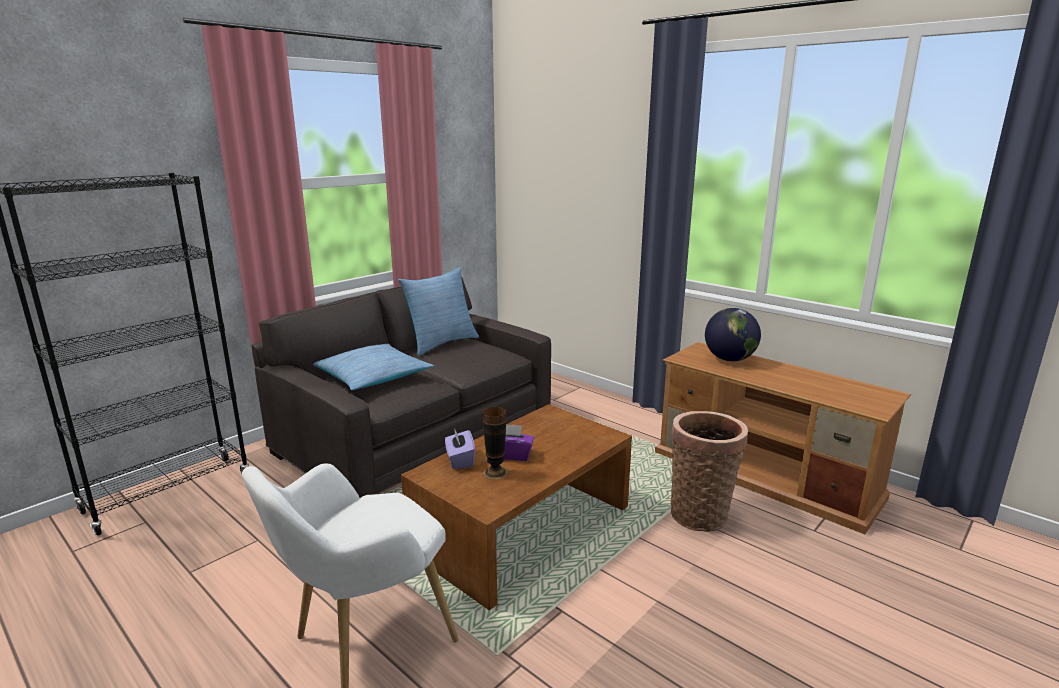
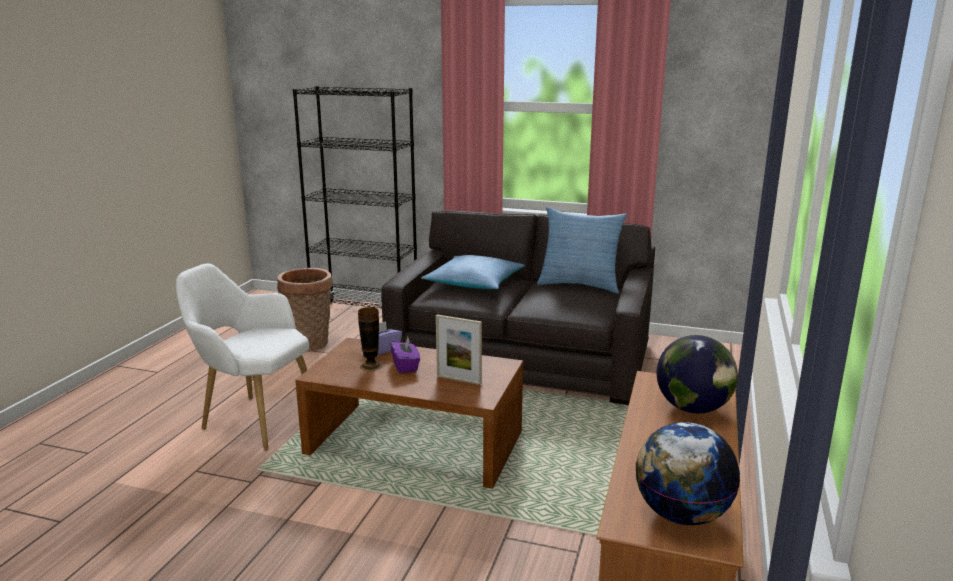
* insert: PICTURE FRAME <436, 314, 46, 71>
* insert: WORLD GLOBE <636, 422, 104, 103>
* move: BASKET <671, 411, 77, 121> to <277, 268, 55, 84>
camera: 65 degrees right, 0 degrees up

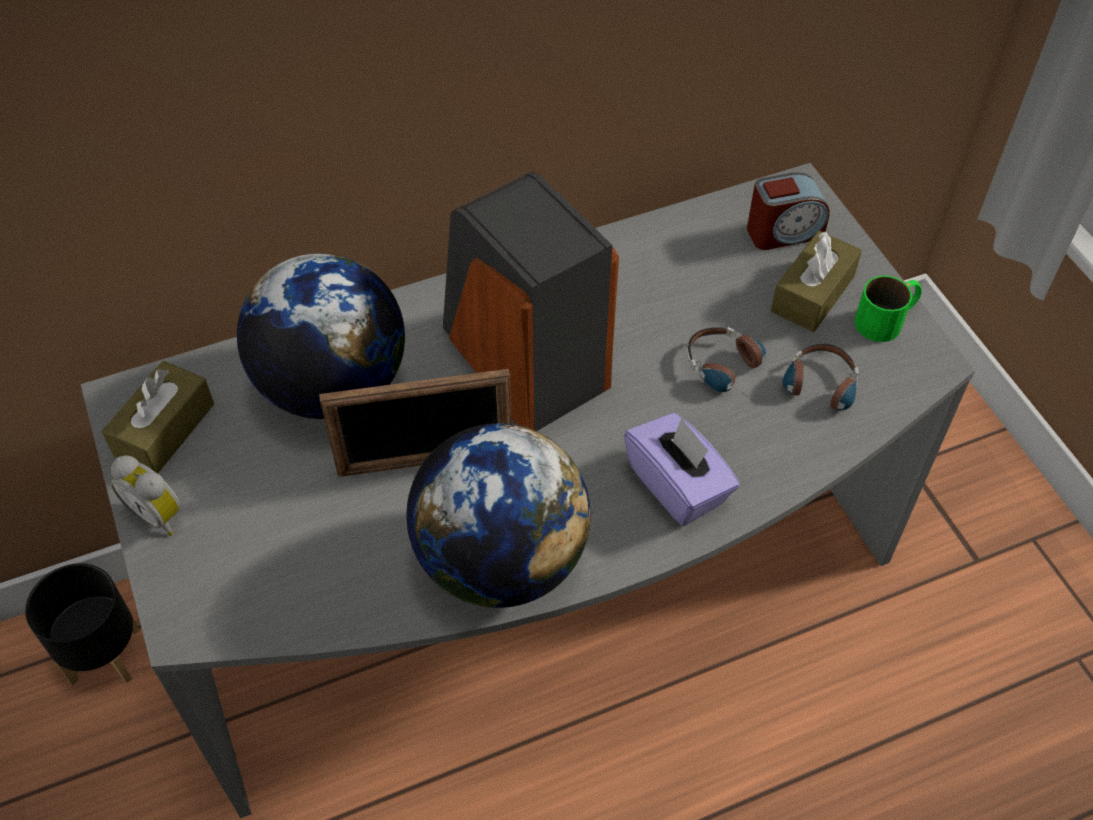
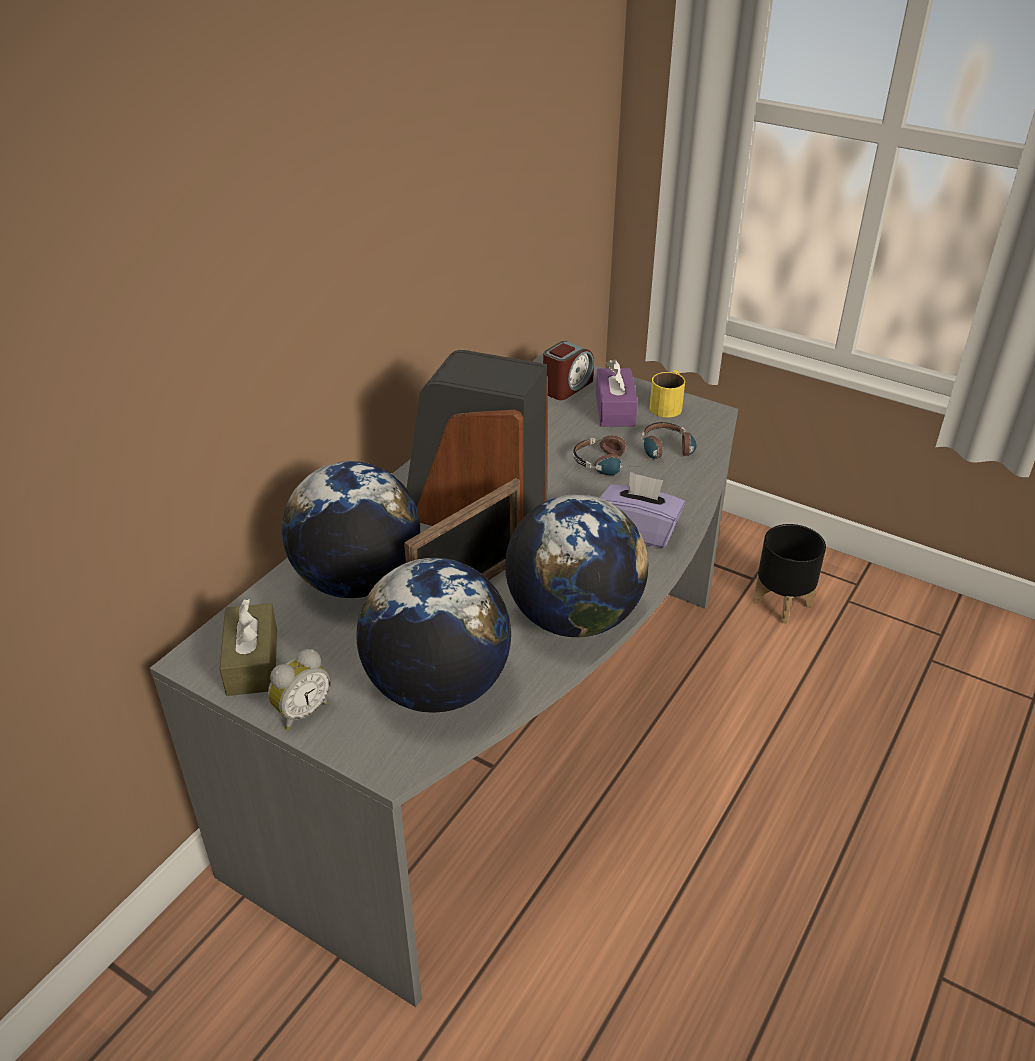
* insert: WORLD GLOBE <356, 558, 155, 155>
* move: BLACK-COLOURED FLOWER POT <25, 563, 115, 123> to <753, 524, 73, 100>
* recolor: BROWNISH TISSUE BOX <771, 231, 91, 101> to PURPLISH TISSUE BOX <596, 359, 42, 68>
* recolor: GREENISH TEA MUG <855, 275, 67, 67> to YELLOW-COLOURED TEA MUG <649, 370, 36, 47>
* rotate: ALARM CLOCK <111, 455, 69, 81> = <268, 649, 62, 81> 45 degrees counterclockwise
camera: 35 degrees left, 15 degrees down

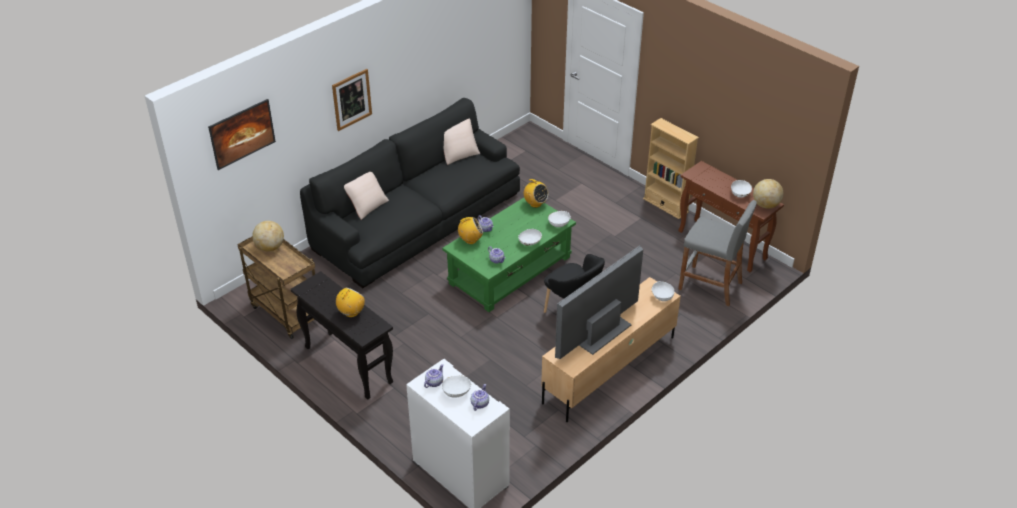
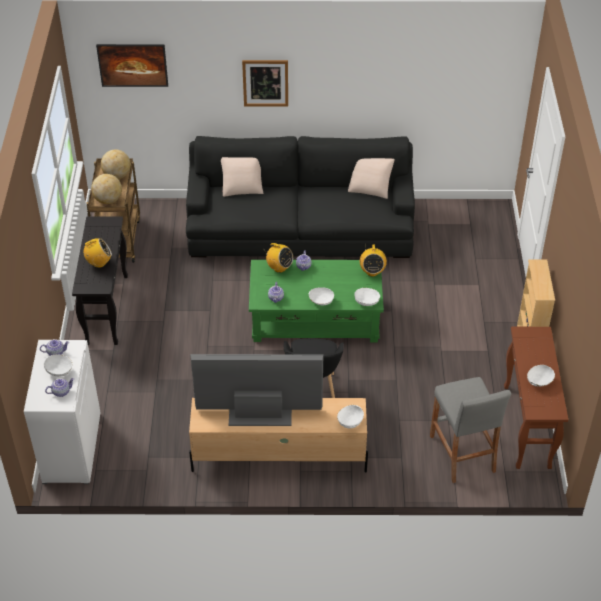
* move: WORLD GLOBE <753, 179, 30, 30> to <91, 174, 31, 30>
camera: 45 degrees right, 5 degrees up

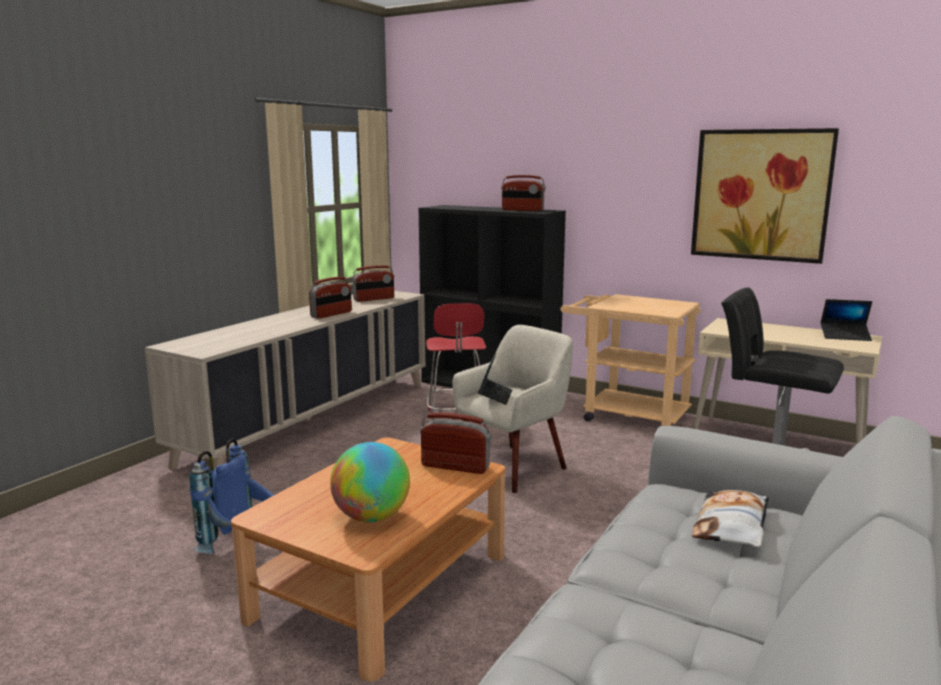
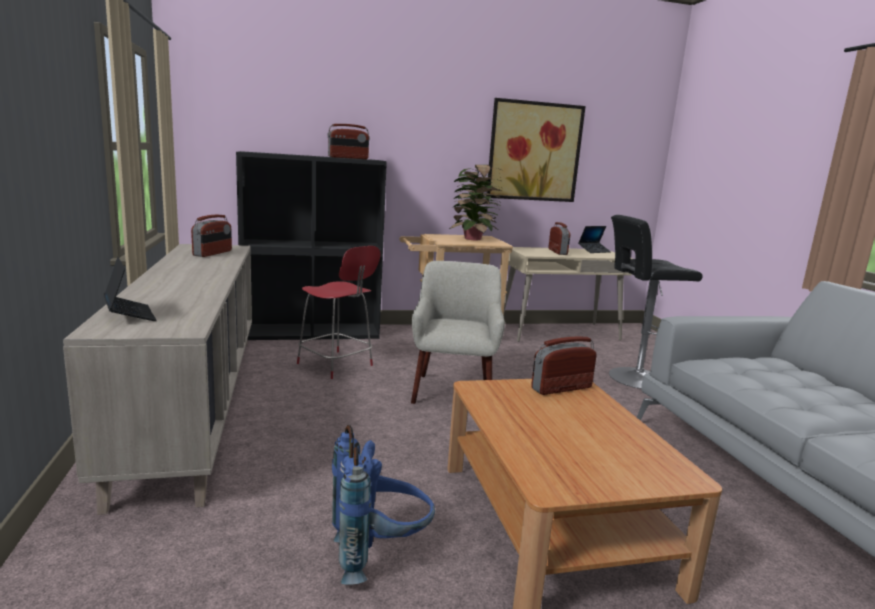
* delete: WORLD GLOBE <330, 442, 80, 80>
* delete: THROW PILLOW <692, 490, 77, 57>
* insert: POTTED PLANT <449, 165, 55, 75>
* move: RADIO RECEIVER <309, 277, 43, 42> to <549, 222, 21, 33>
* move: PORTABLE COMPUTER <478, 354, 34, 51> to <104, 257, 53, 64>
camera: 45 degrees left, 0 degrees up

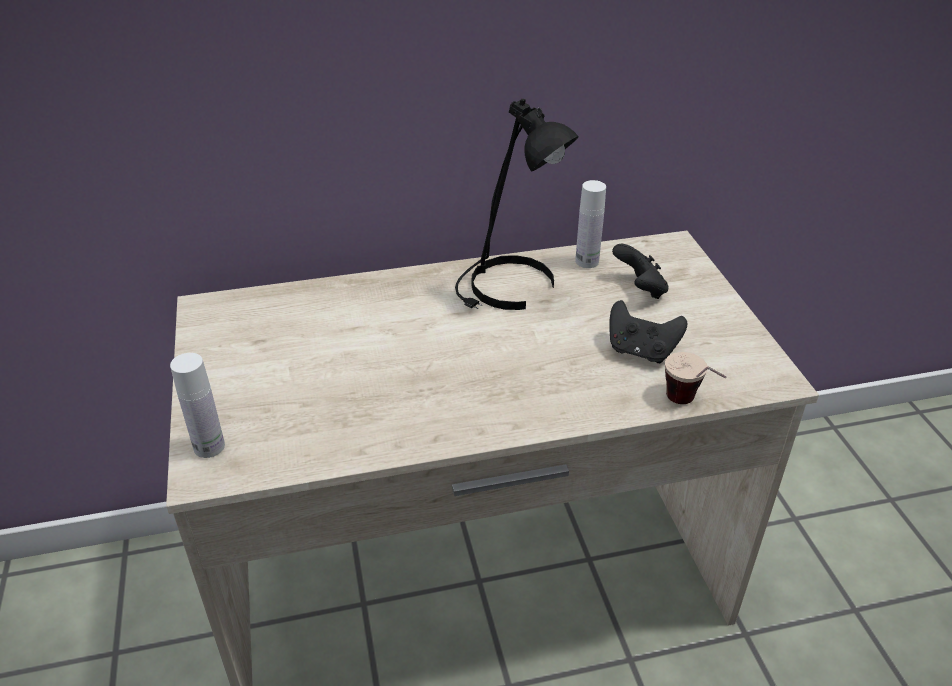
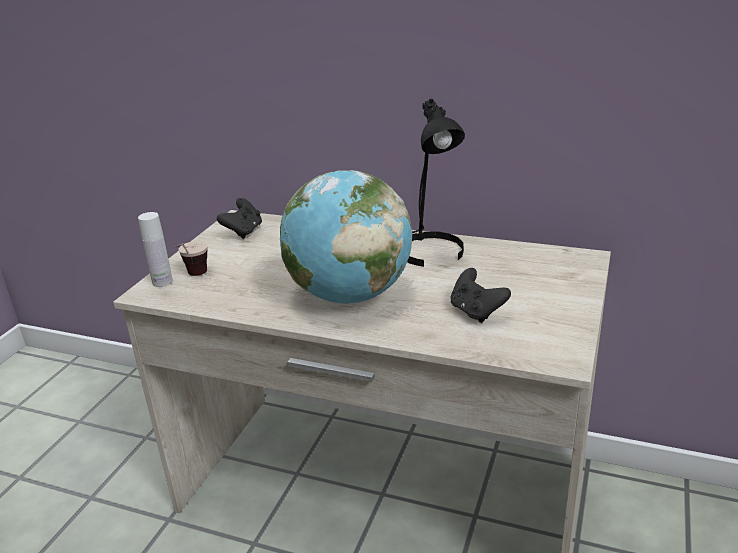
* delete: WHITE-COLOURED BEVERAGE BOTTLE <575, 180, 31, 88>
* insert: WORLD GLOBE <280, 170, 132, 134>
* move: BLACK-COLOURED GAME CONTROLLER <612, 244, 57, 55> to <217, 198, 45, 41>
* move: SMALL CUP <665, 352, 61, 52> to <174, 241, 34, 35>
camera: 35 degrees right, 10 degrees down

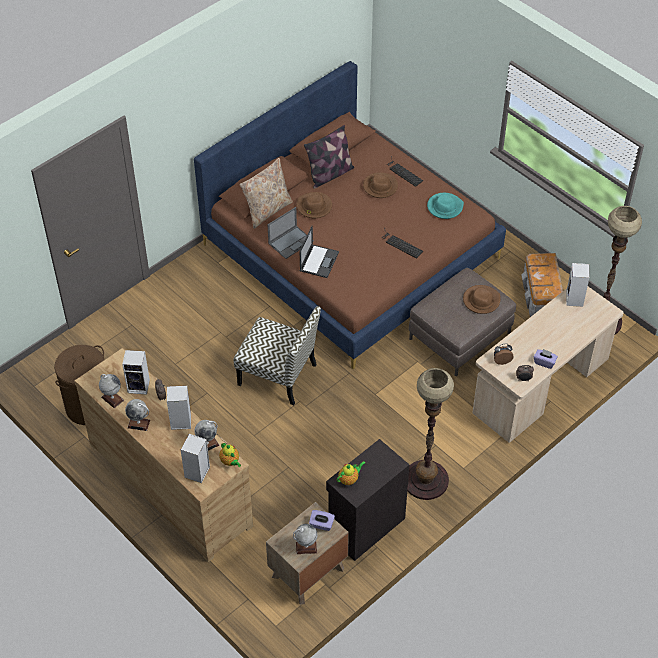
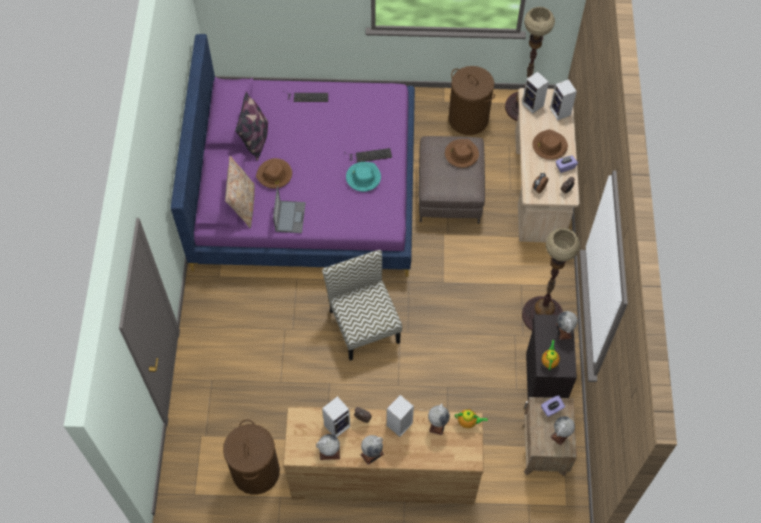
* delete: PORTABLE COMPUTER <300, 225, 39, 53>
* insert: WORLD GLOBE <556, 311, 22, 29>
* move: AUDIO SPEAKER <181, 434, 29, 49> to <550, 79, 27, 41>
* move: BROWNISH HAT <363, 172, 35, 26> to <532, 129, 36, 31>
* move: TURQUOISE-COLOURED HAT <427, 193, 37, 26> to <346, 162, 35, 30>
* replace: STORAGE BOX <521, 253, 42, 64> to BROWNISH WASHING BASKET <449, 66, 46, 69>
* recolor: BROWNISH BED <194, 61, 312, 308> to PURPLISH BED <171, 34, 244, 243>
* rotate: PLAIN CHAIR <233, 306, 88, 99> = <322, 250, 80, 111> 90 degrees counterclockwise
camera: 45 degrees left, 10 degrees up

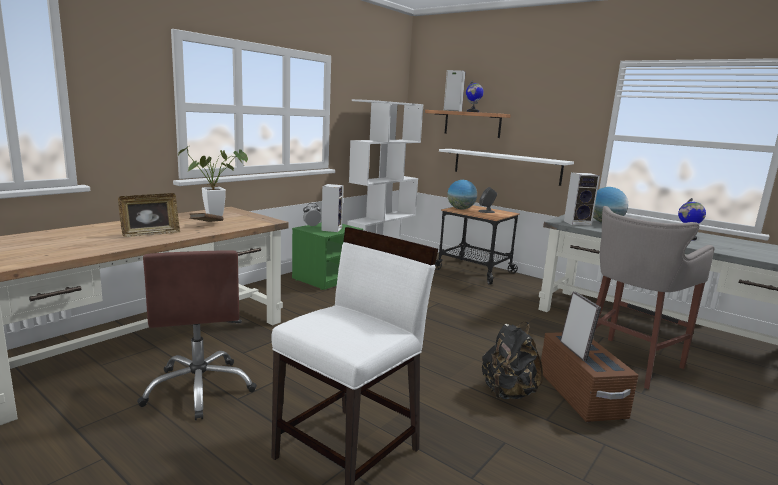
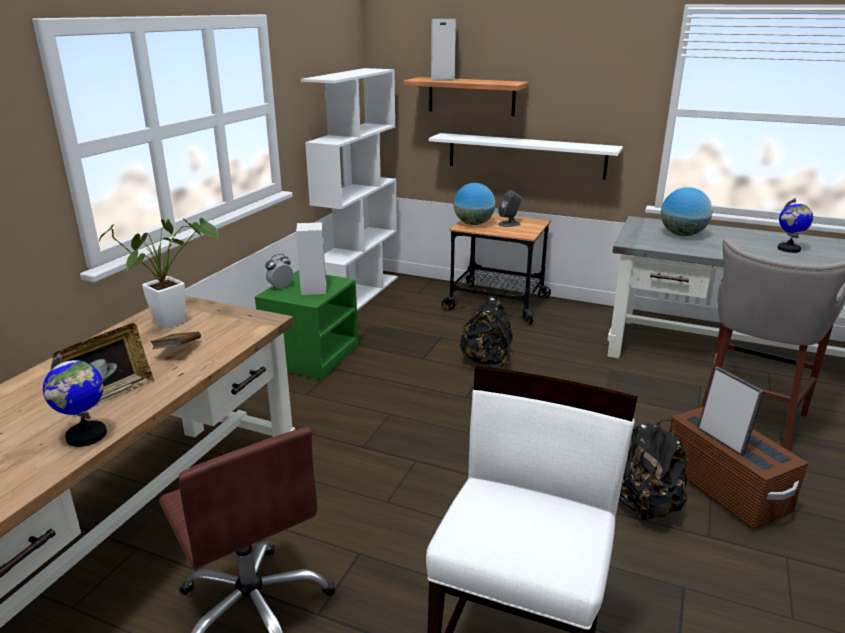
* delete: AUDIO SPEAKER <564, 172, 36, 54>
* insert: BLACK-COLOURED BACKPACK <460, 298, 53, 70>
* move: WORLD GLOBE <466, 81, 18, 31> to <43, 354, 64, 93>
camera: 15 degrees left, 10 degrees up

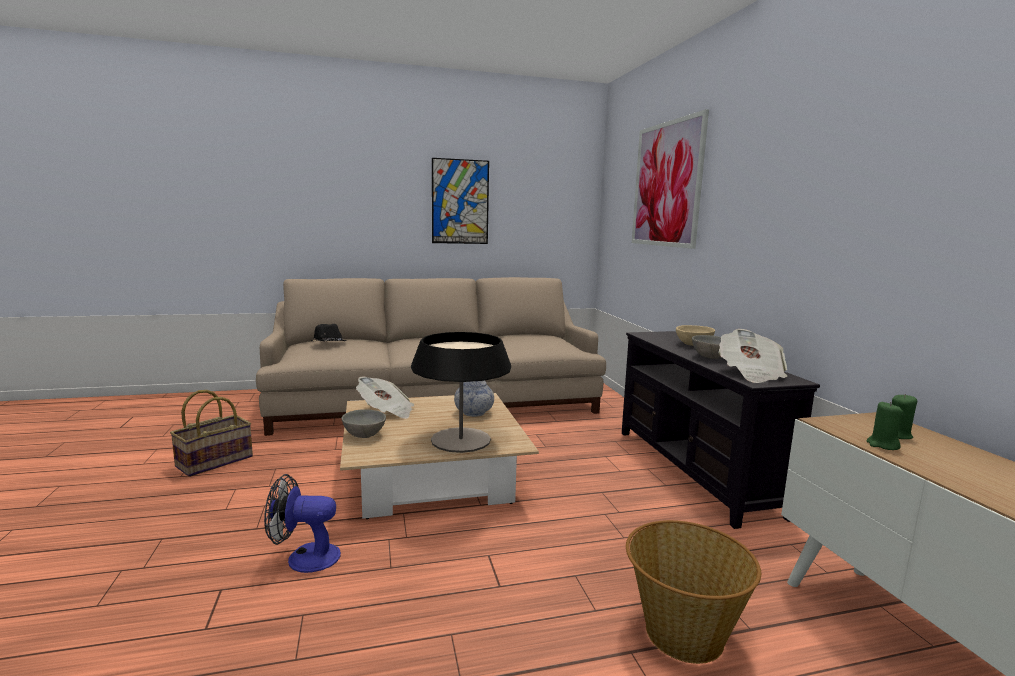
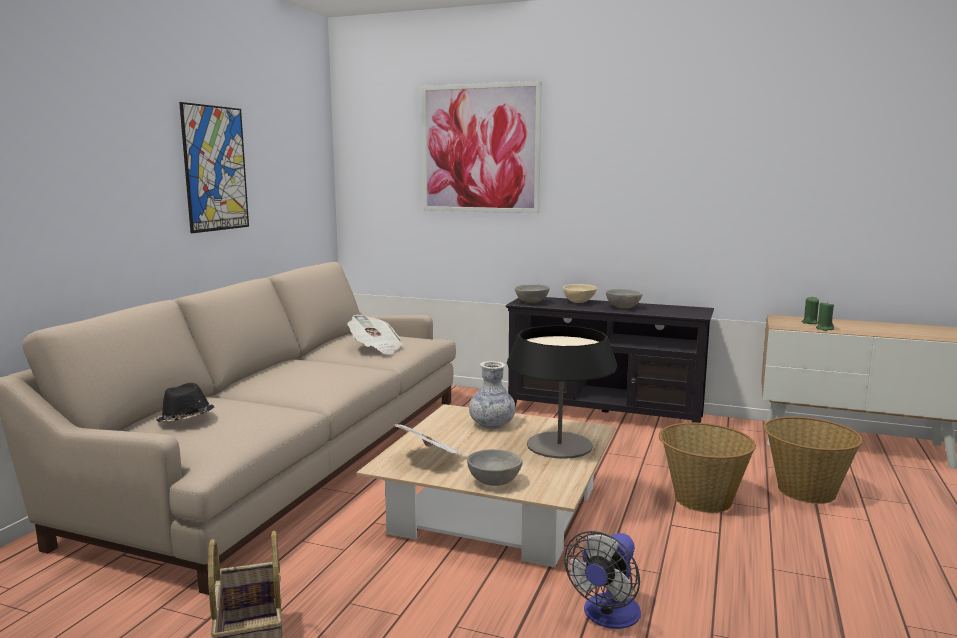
* insert: GREY BOWL <515, 285, 35, 18>
* insert: BASKET <659, 423, 97, 90>
* move: NEWSPAPER <718, 329, 69, 54> to <347, 315, 57, 40>
camera: 55 degrees left, 0 degrees up

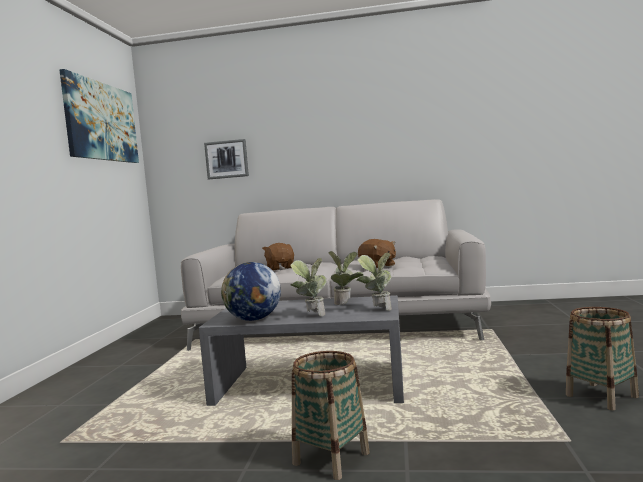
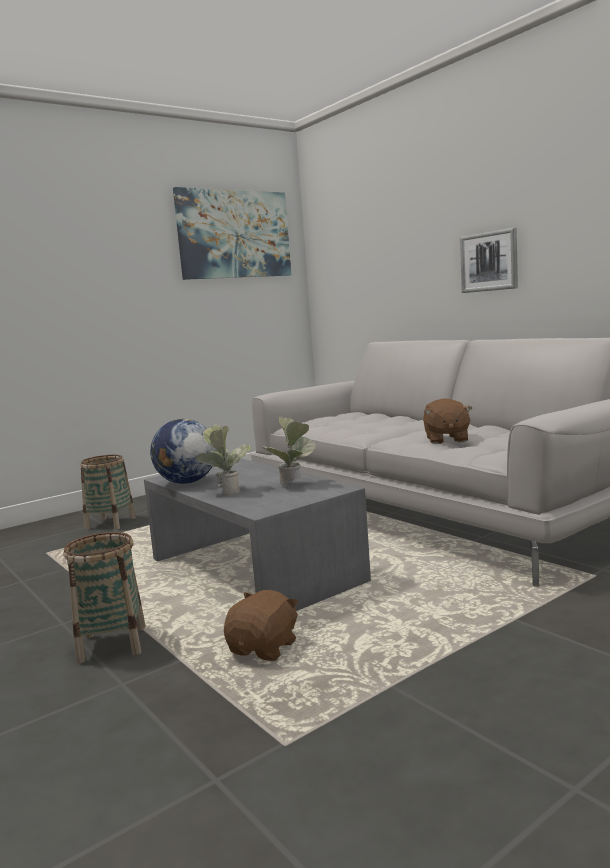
* delete: POTTED PLANT <356, 252, 36, 59>
* move: WALL PICTURE <204, 139, 45, 40> to <460, 228, 58, 65>
* move: BROWNISH SOFT TOY <262, 243, 32, 27> to <224, 590, 75, 71>
* move: BASKET <566, 307, 73, 103> to <81, 455, 55, 74>
camera: 45 degrees right, 5 degrees up

